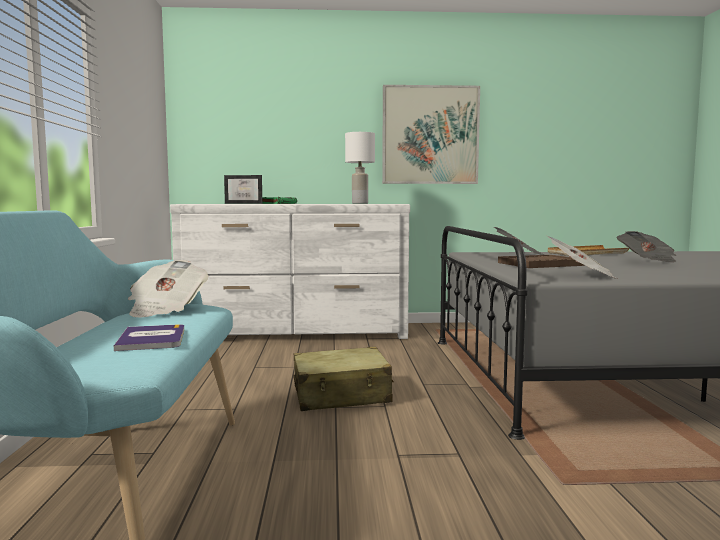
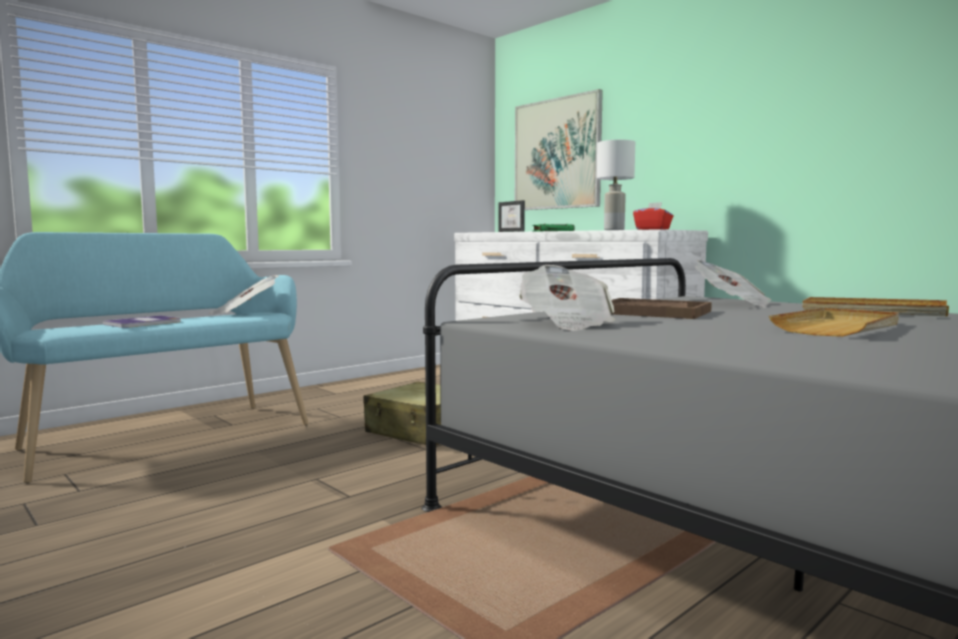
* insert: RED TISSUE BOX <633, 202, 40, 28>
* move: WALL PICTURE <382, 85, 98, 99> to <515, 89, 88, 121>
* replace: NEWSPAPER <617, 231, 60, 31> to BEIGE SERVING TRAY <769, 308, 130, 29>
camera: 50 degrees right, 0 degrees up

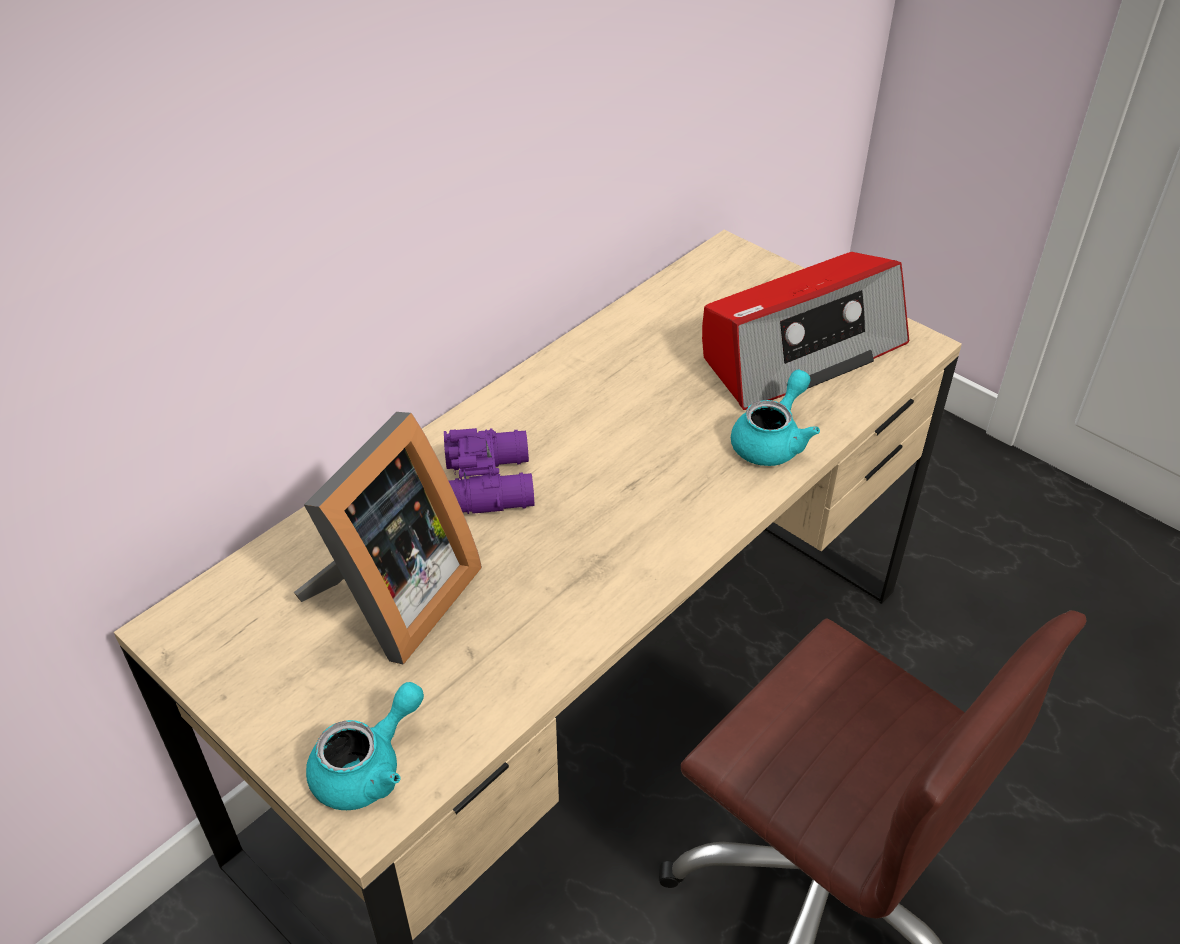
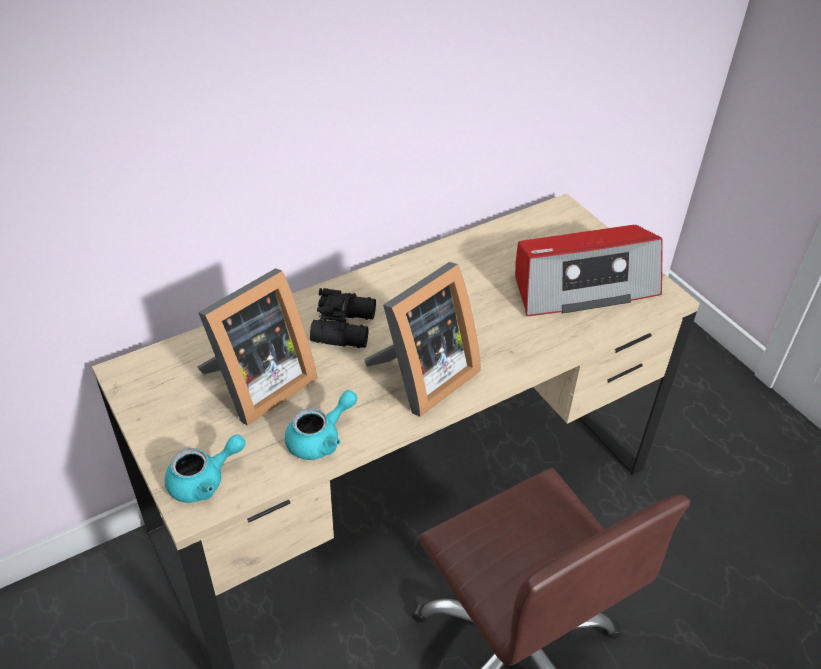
* insert: PICTURE FRAME <364, 262, 117, 155>
* move: TURQUOISE-COLOURED TEAPOT <731, 369, 89, 97> to <285, 390, 72, 70>
* recolor: PURPLISH FIELD GLASSES <444, 428, 90, 86> to BLACK-COLOURED FIELD GLASSES <310, 288, 66, 60>
camera: 15 degrees right, 0 degrees up

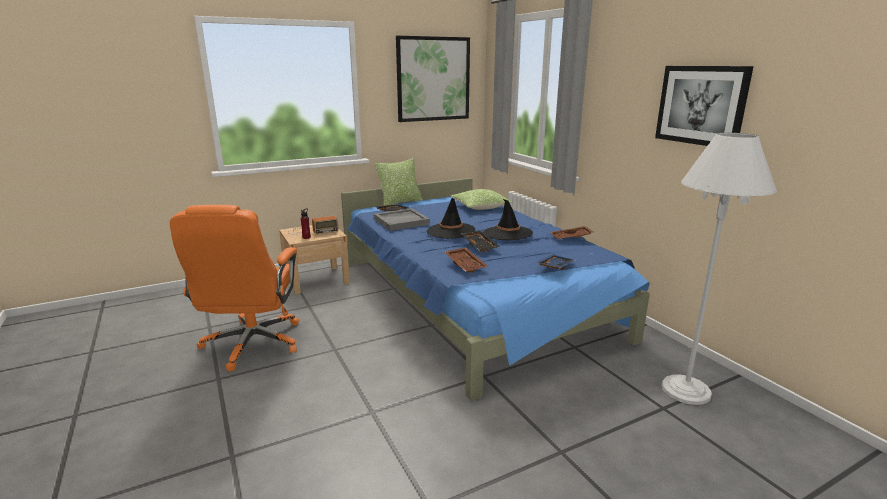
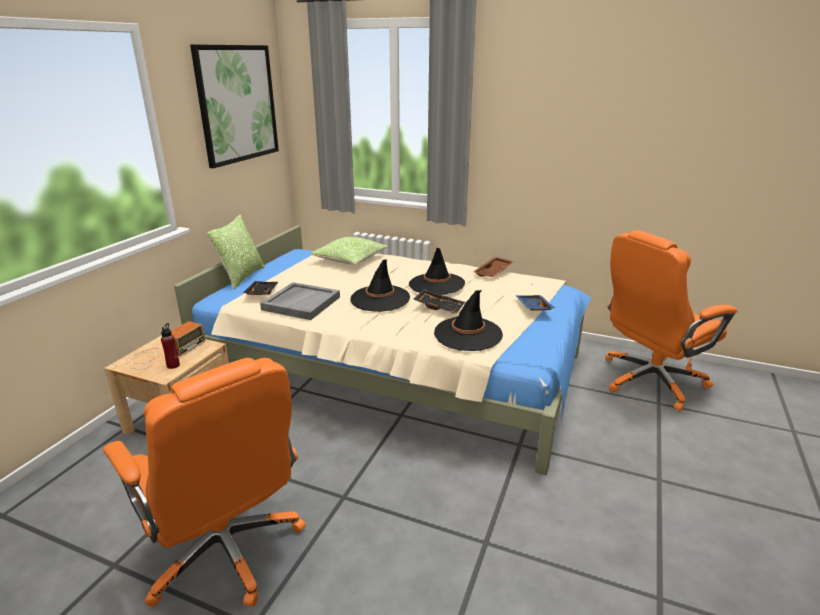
* delete: WALL PICTURE <655, 66, 99, 80>
* replace: BROWNISH SERVING TRAY <445, 247, 43, 26> to BLACK-COLOURED HAT <434, 290, 69, 61>
* replace: WHITE-COLOURED STANDARD LAMP <662, 133, 115, 272> to ORANGE-COLOURED OFFICE CHAIR <606, 230, 131, 182>
* recolor: BLUE BED <341, 178, 309, 223> to BEIGE BED <174, 225, 418, 250>
camera: 40 degrees left, 5 degrees up

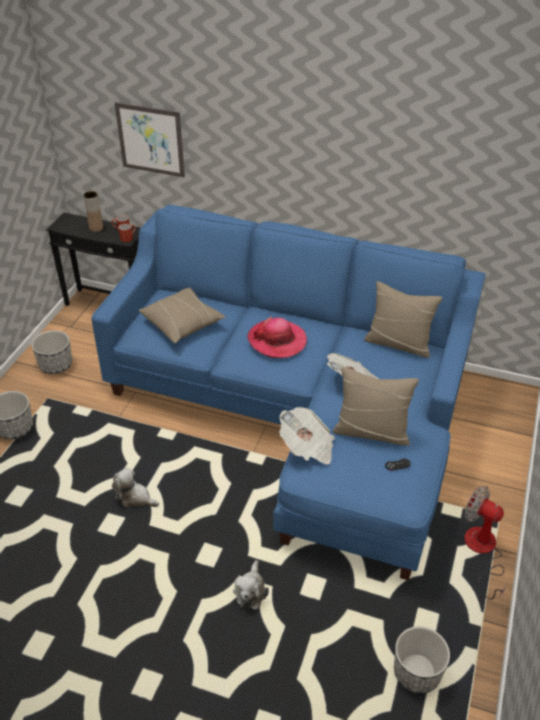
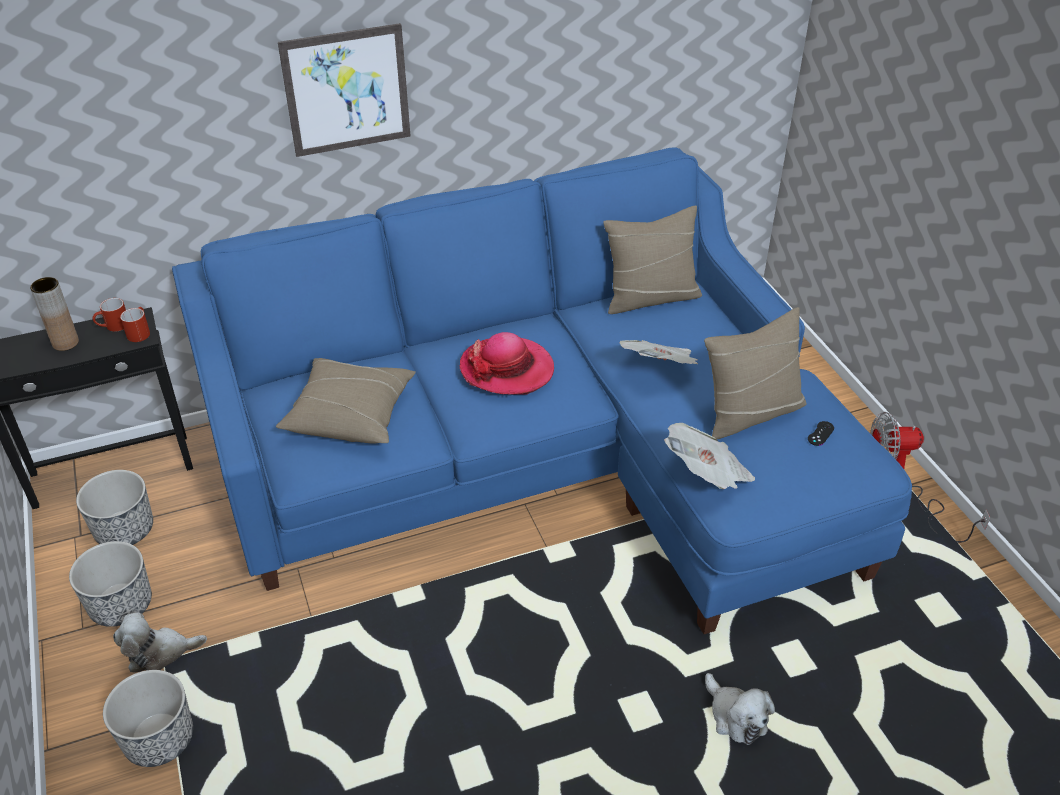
* move: SOFT TOY <112, 468, 47, 39> to <113, 613, 94, 60>
* move: WALL PICTURE <115, 102, 70, 75> to <278, 23, 133, 134>
* move: FLOWER POT <394, 626, 56, 68> to <76, 470, 77, 75>
camera: 40 degrees left, 0 degrees up

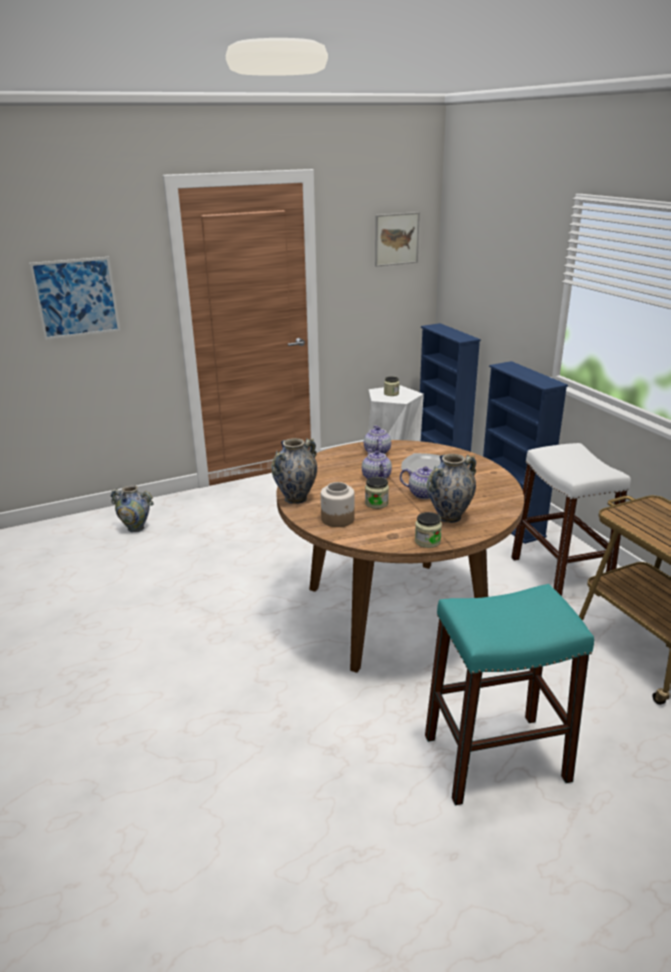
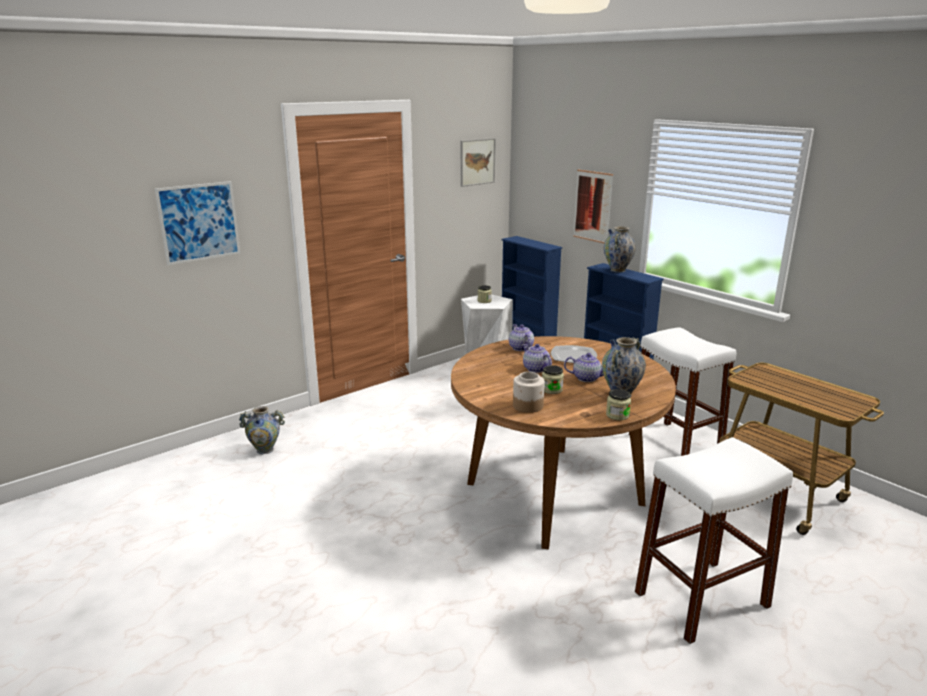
* insert: WALL PICTURE <573, 169, 40, 74>
* move: FLOWER VASE <271, 438, 46, 66> to <604, 226, 32, 46>
* recolor: TURQUOISE-COLOURED STOOL SEAT <425, 584, 169, 221> to WHITE-COLOURED STOOL SEAT <635, 437, 158, 207>
camera: 15 degrees left, 5 degrees down

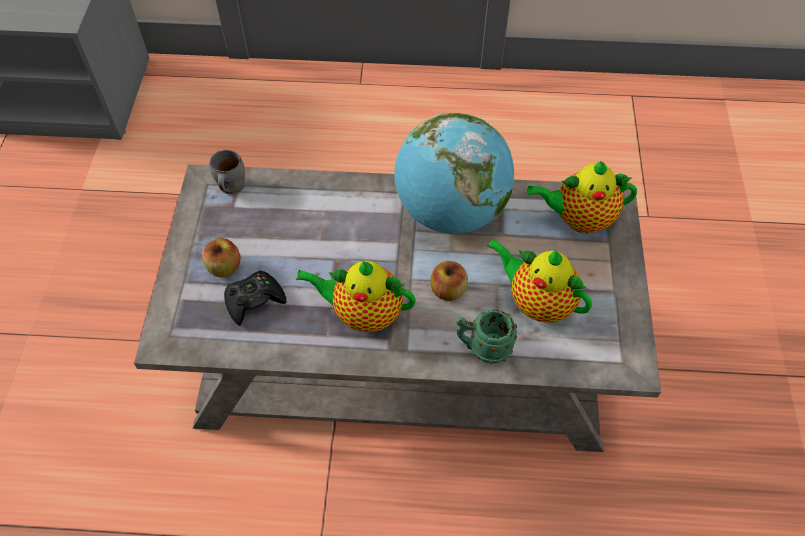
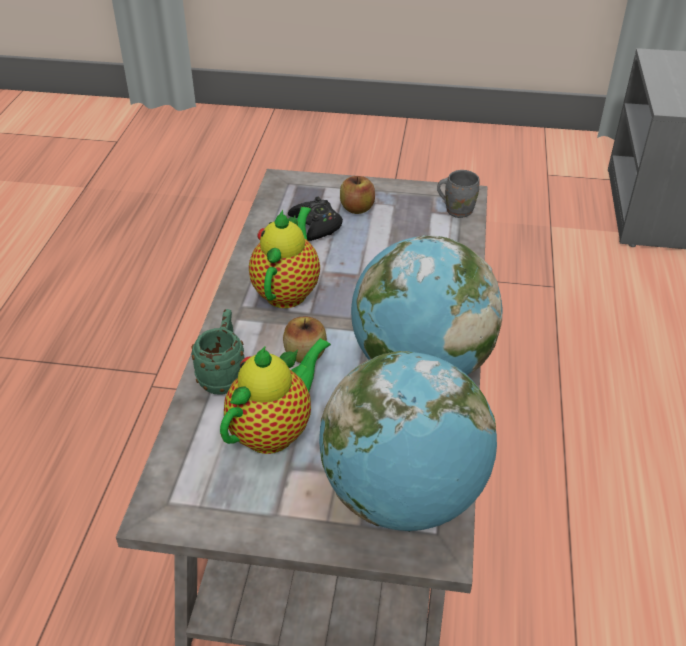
* replace: TEAPOT <527, 161, 110, 72> to WORLD GLOBE <319, 351, 178, 181>
camera: 95 degrees right, 15 degrees down

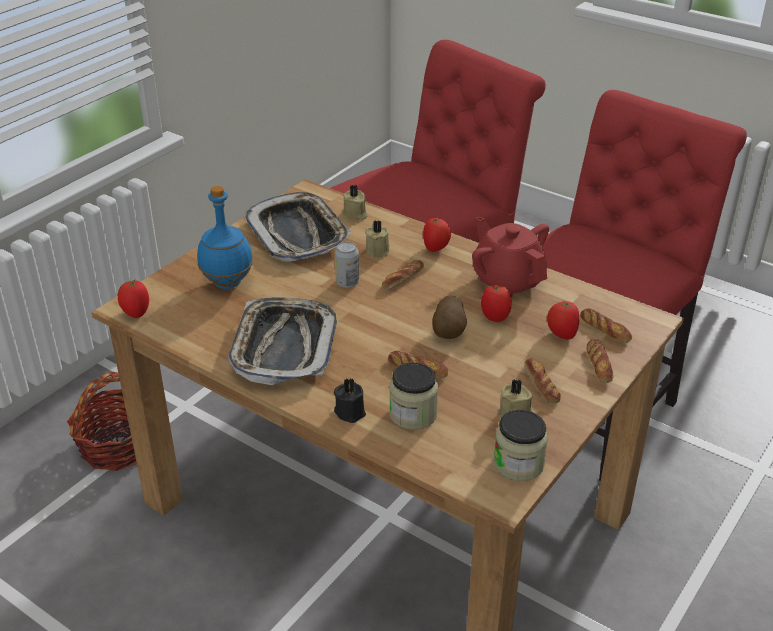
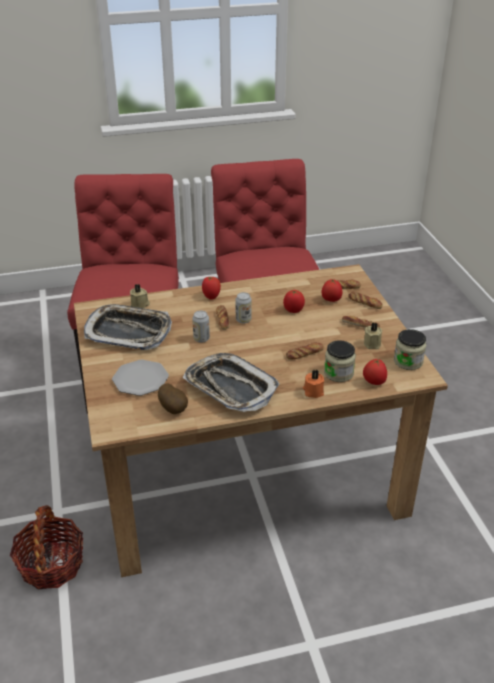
* delete: BEIGE WAX CANDLE <365, 220, 24, 38>
* delete: RED TEAPOT <472, 217, 77, 80>
* insert: SEALED CAN <235, 292, 16, 31>
* move: WHOLE TOMATO <118, 280, 31, 38> to <363, 359, 24, 26>
* move: SPUD <432, 296, 35, 43> to <158, 384, 30, 30>
* replace: BLUE BEVERAGE BOTTLE <197, 186, 56, 103> to PLATE <112, 360, 57, 36>
* recolor: BLACK-COLOURED WAX CANDLE <334, 378, 32, 45> to ORANGE-COLOURED WAX CANDLE <303, 370, 21, 28>
camera: 50 degrees left, 0 degrees up

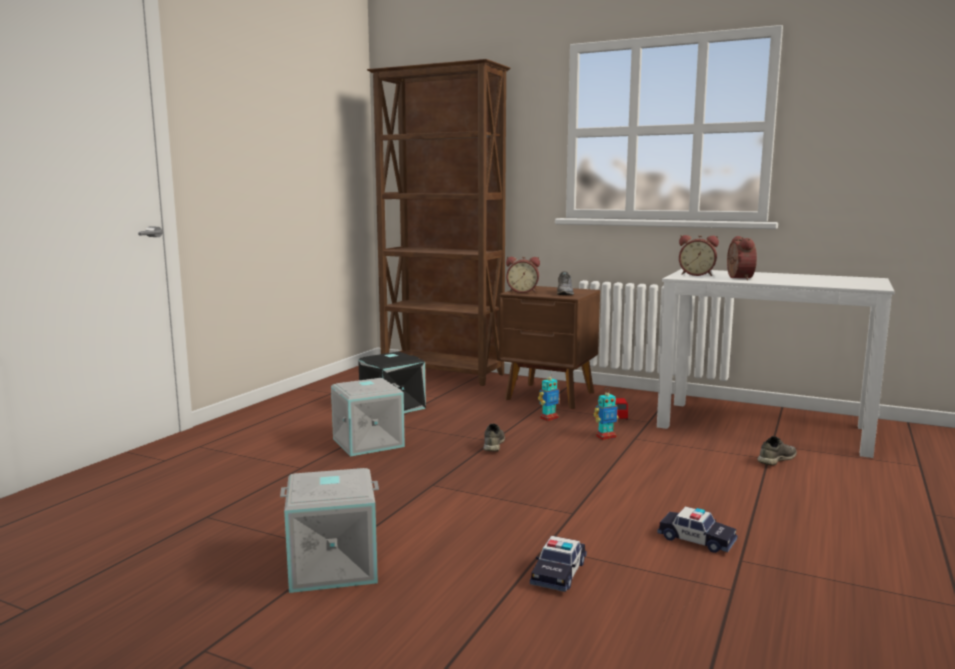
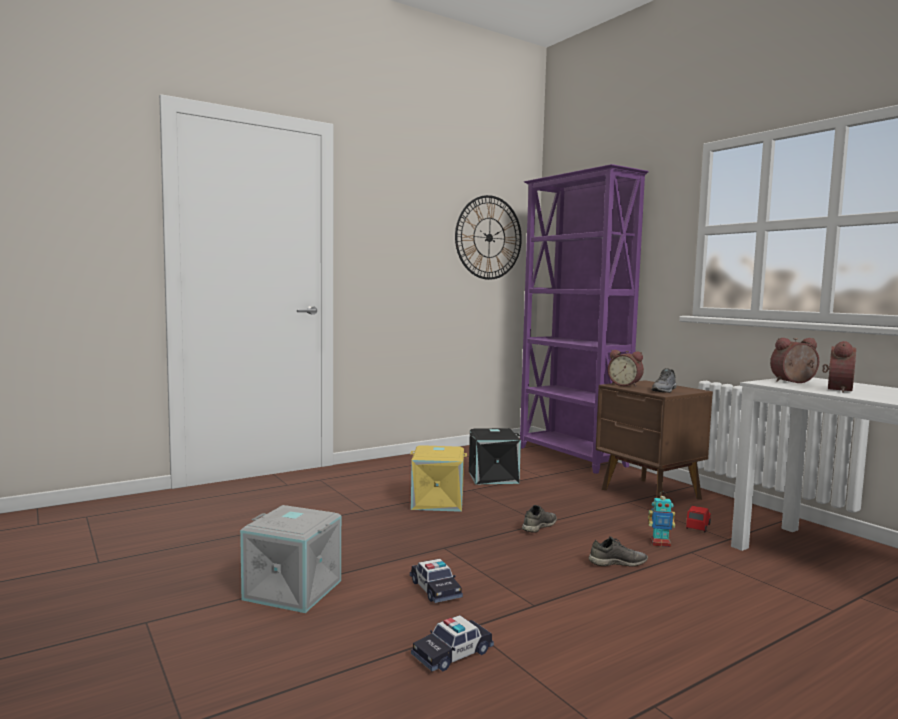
* delete: MODEL ROBOT <538, 374, 22, 47>
* insert: HANGING CLOCK <455, 195, 67, 85>
* move: TOY CAR <657, 506, 81, 47> to <410, 559, 53, 44>
* move: GREY SHOE <758, 436, 39, 29> to <589, 536, 59, 31>
* recolor: GREY STORAGE BOX <331, 378, 74, 78> to YELLOW-COLOURED STORAGE BOX <410, 445, 57, 67>
* recolor: BROWNISH BOOKCASE <367, 59, 143, 327> to PURPLISH BOOKCASE <520, 164, 129, 310>
* rotate: ALARM CLOCK <679, 235, 40, 41> = <770, 338, 49, 45> 120 degrees clockwise
camera: 30 degrees right, 5 degrees down

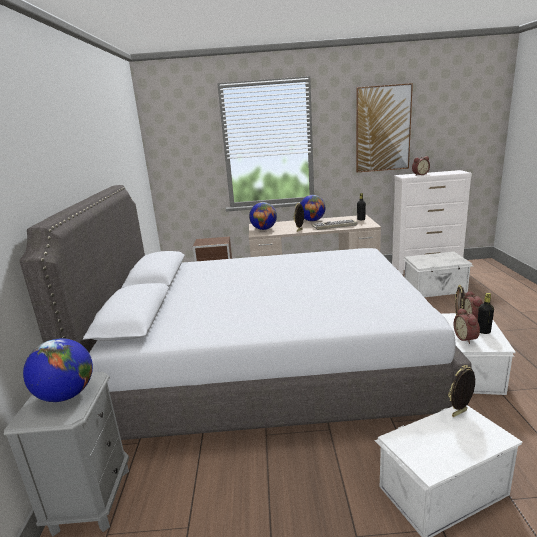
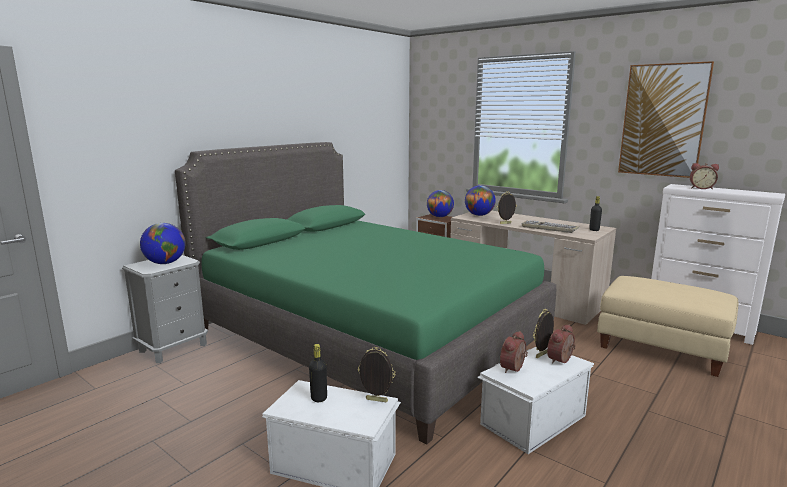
* move: WORLD GLOBE <300, 195, 25, 26> to <427, 190, 27, 27>
* move: BLACK-COLOURED BEVERAGE BOTTLE <478, 293, 16, 41> to <309, 344, 18, 58>
* replace: WHITE-COLOURED STORAGE BOX <403, 252, 70, 45> to BEIGE OTTOMAN <597, 276, 141, 101>
* recolor: GREY BED <19, 185, 453, 255> to GREENISH BED <175, 142, 381, 302>
camera: 40 degrees right, 5 degrees down

